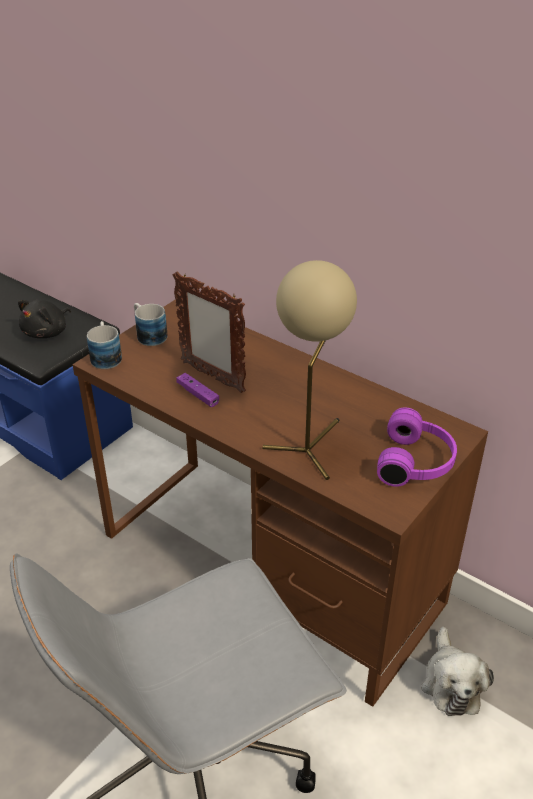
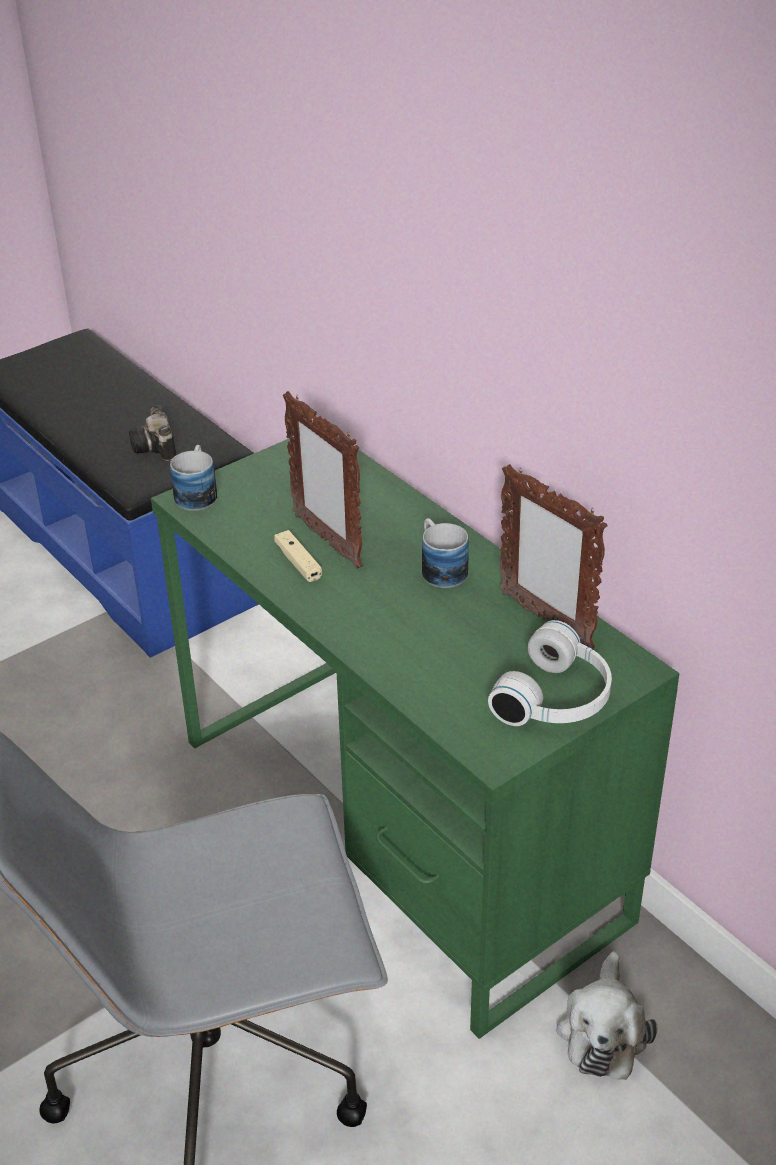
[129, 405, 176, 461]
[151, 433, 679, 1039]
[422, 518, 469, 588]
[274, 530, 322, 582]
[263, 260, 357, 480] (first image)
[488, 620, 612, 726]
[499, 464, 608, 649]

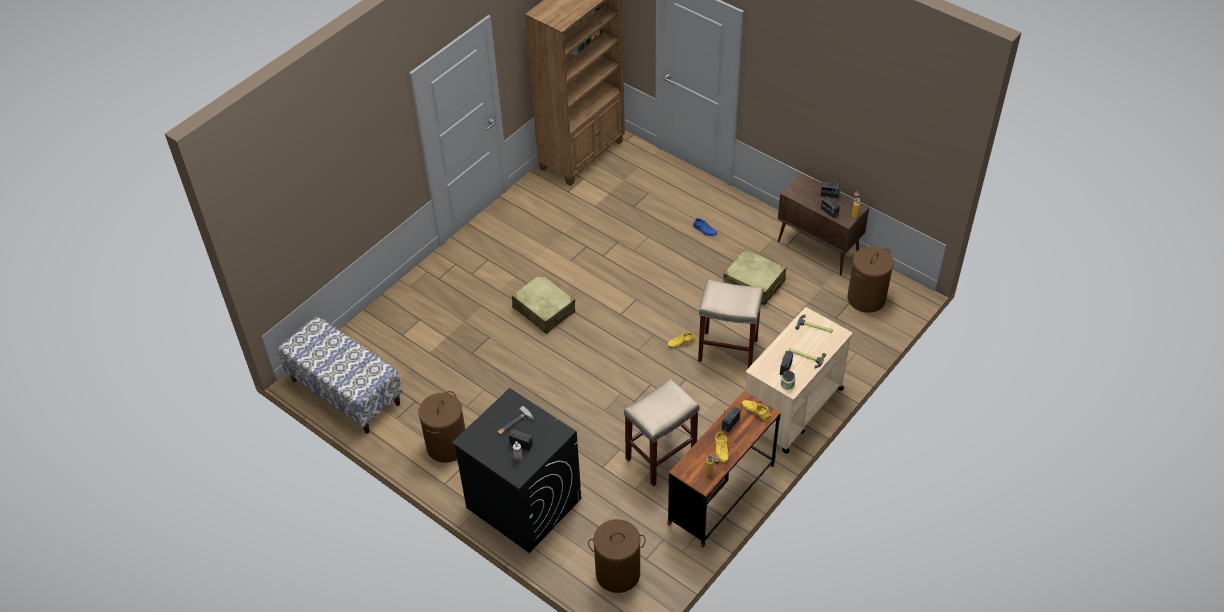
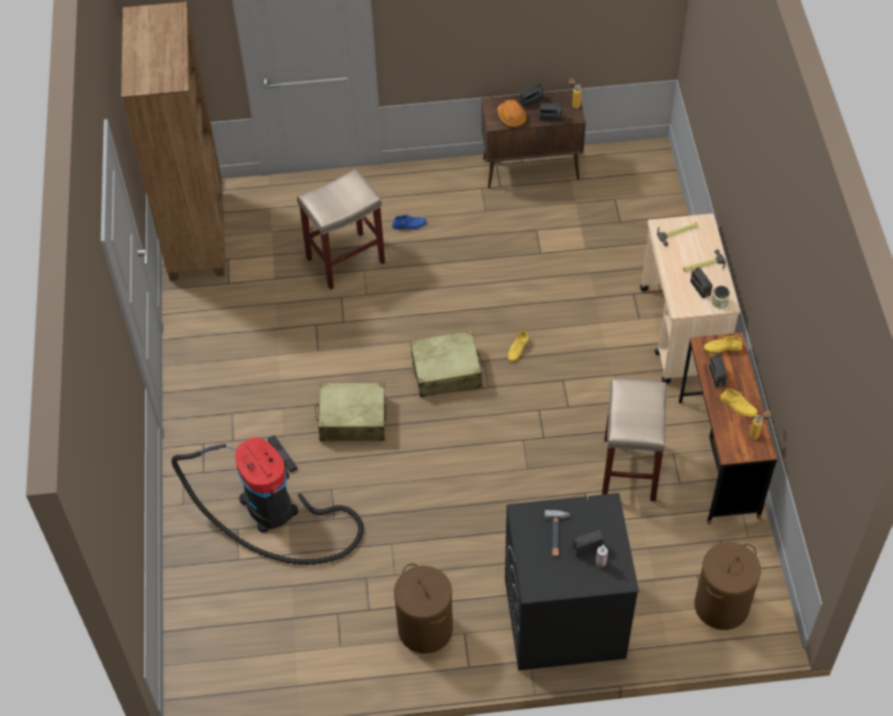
[278, 316, 402, 434] (first image)
[297, 169, 385, 290]
[410, 330, 484, 397]
[847, 246, 894, 313] (first image)
[171, 435, 364, 565]
[497, 100, 527, 127]

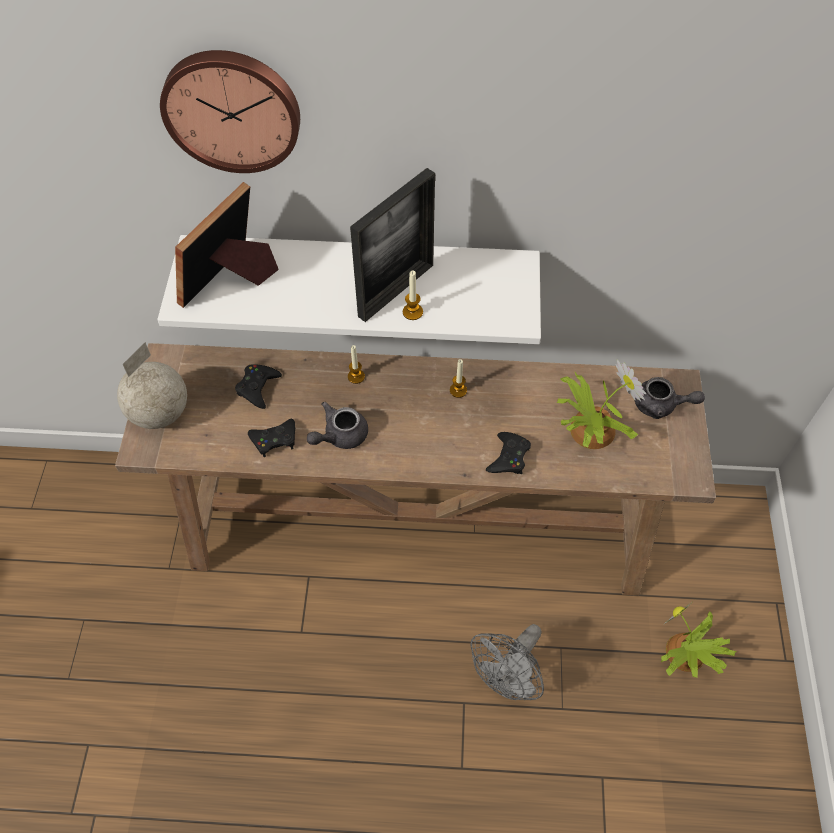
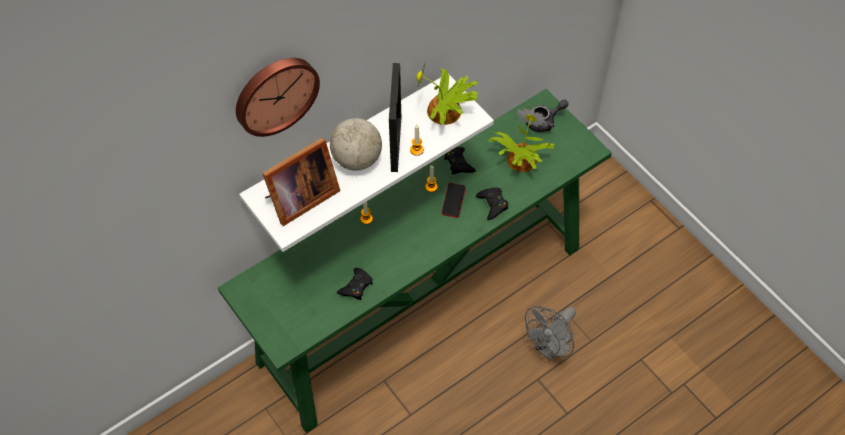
[218, 89, 612, 433]
[330, 106, 382, 171]
[262, 138, 340, 226]
[444, 147, 476, 174]
[307, 402, 368, 449] (first image)
[525, 306, 576, 361]
[416, 62, 478, 125]
[442, 183, 466, 218]

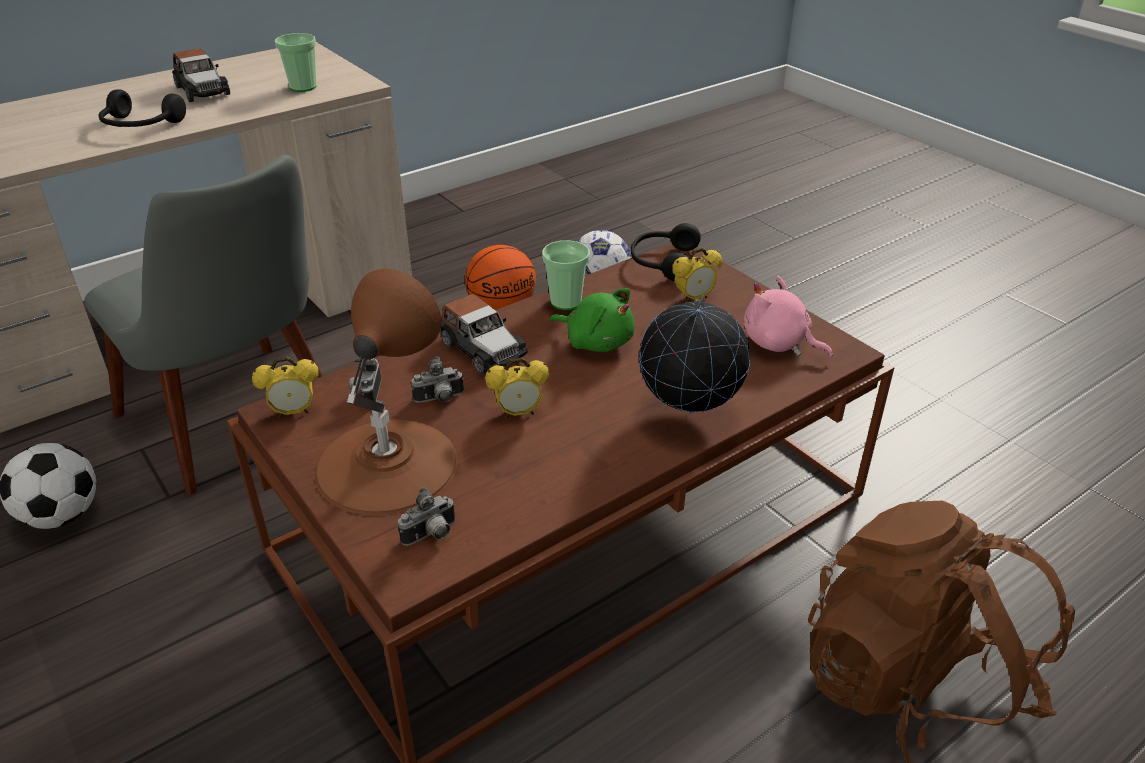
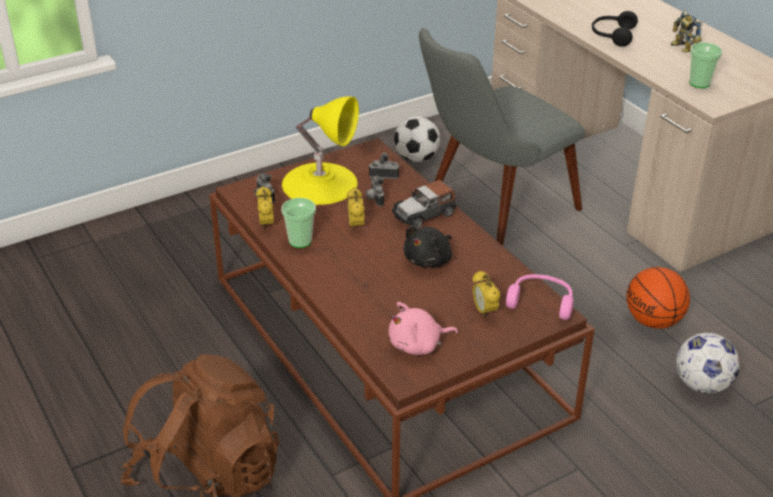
[670, 11, 702, 53]
[256, 186, 274, 229]
[282, 96, 359, 205]
[281, 198, 316, 248]
[403, 227, 452, 268]
[506, 274, 574, 320]
[639, 297, 750, 414] (first image)
[389, 302, 458, 355]

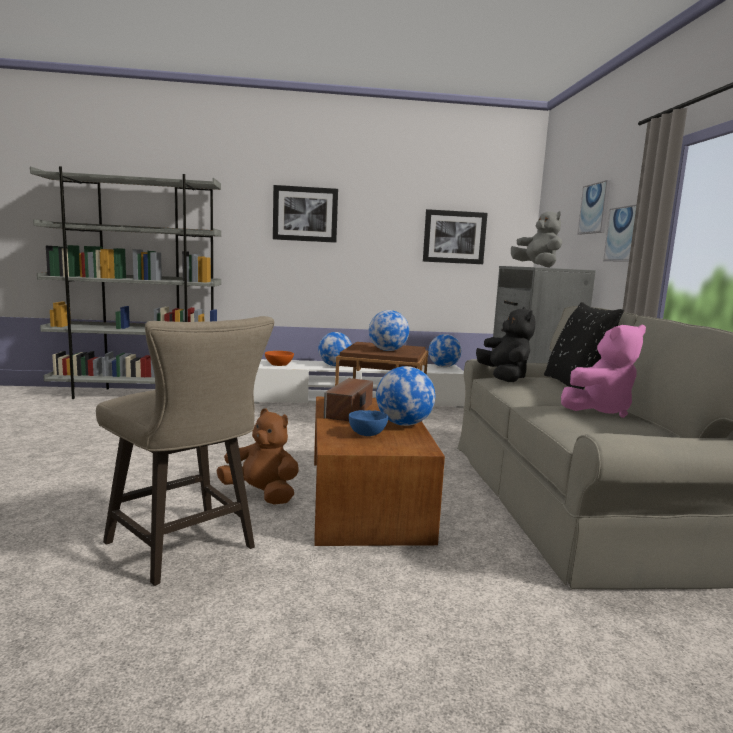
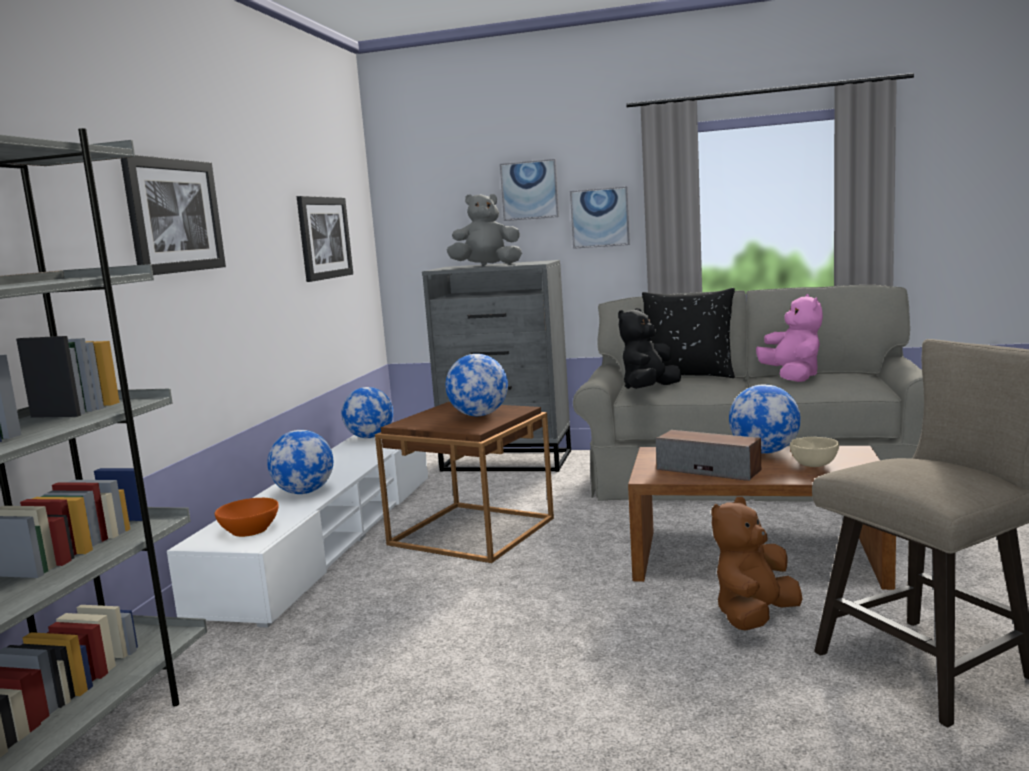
[790, 437, 839, 467]
[618, 309, 681, 389]

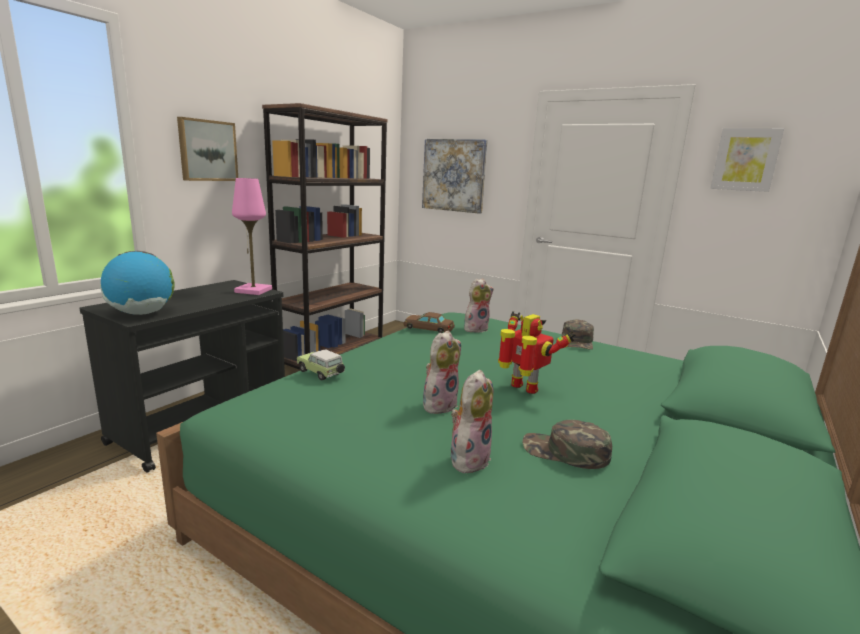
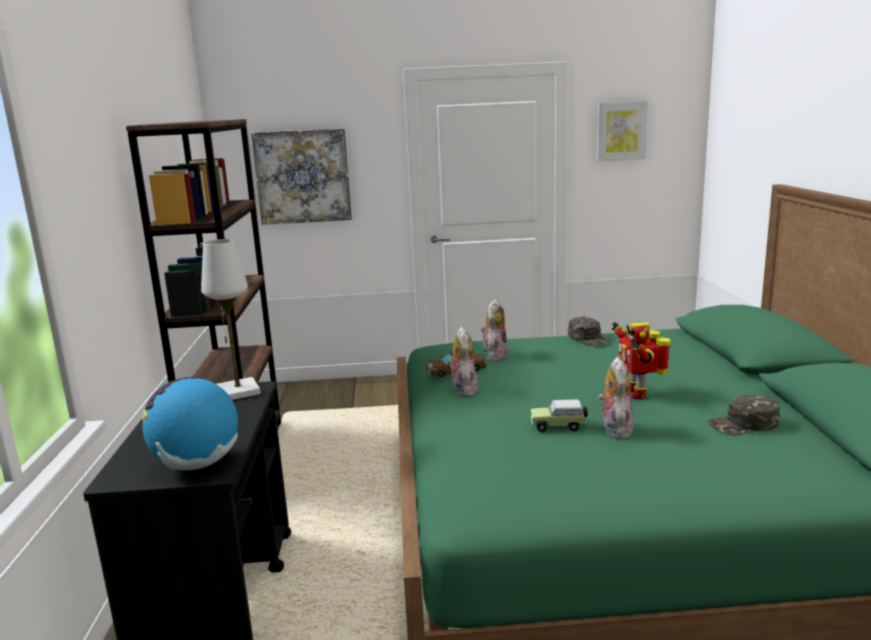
[177, 117, 238, 181] (first image)
[201, 239, 261, 400]
[531, 400, 588, 432]
[448, 327, 478, 396]
[611, 322, 670, 399]

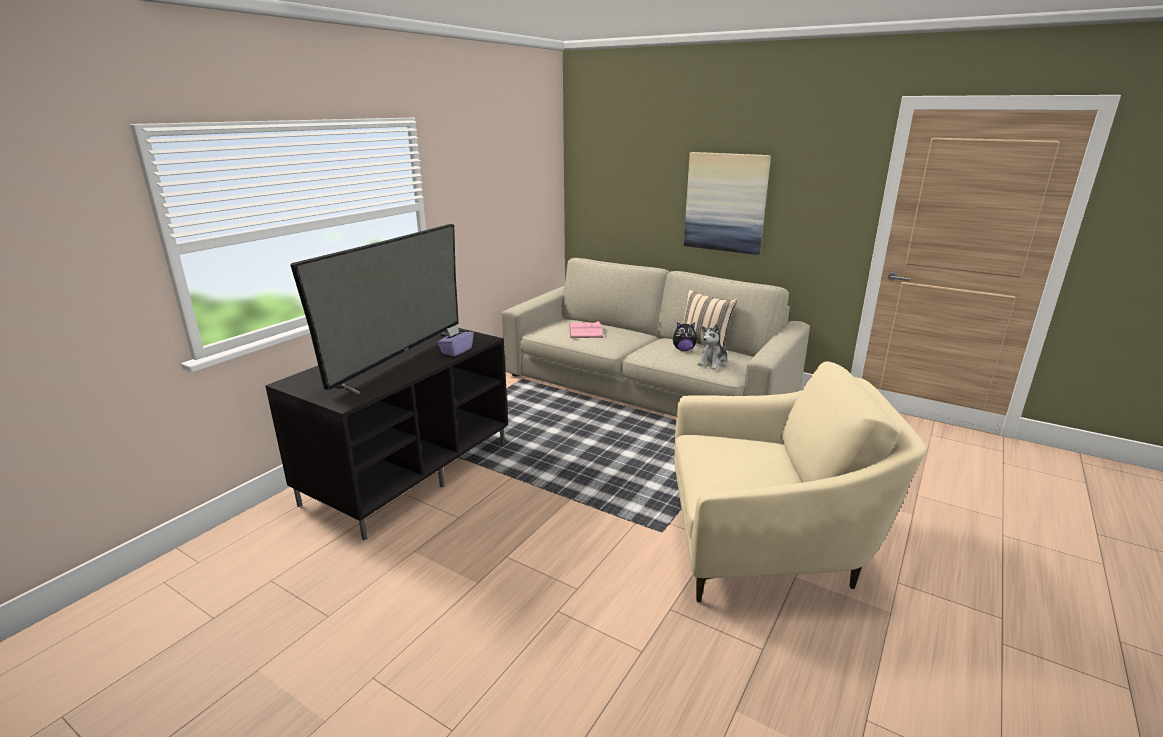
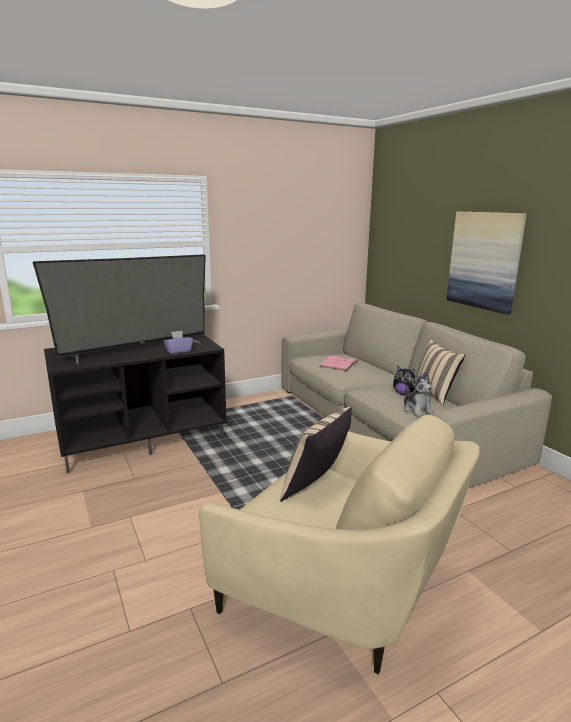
[403, 371, 434, 417]
[280, 407, 352, 502]

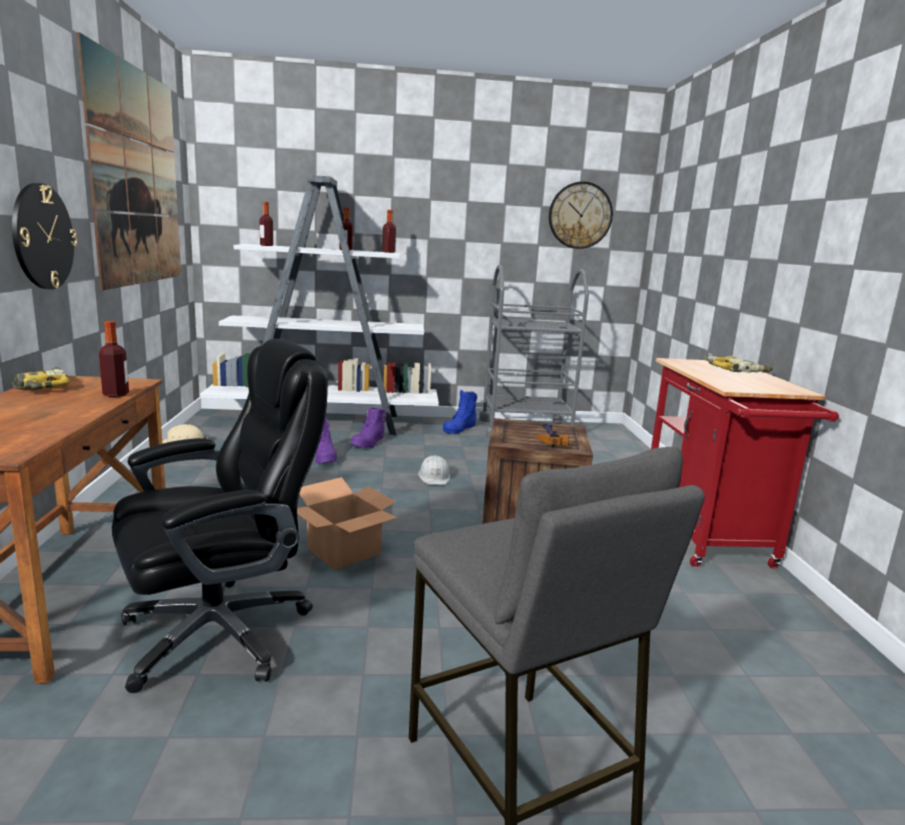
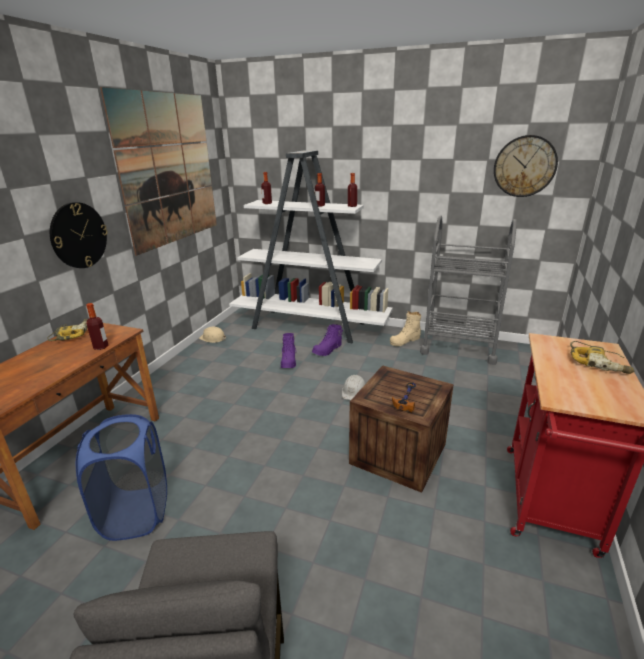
[76, 414, 167, 541]
[297, 477, 398, 570] (first image)
[390, 311, 421, 346]

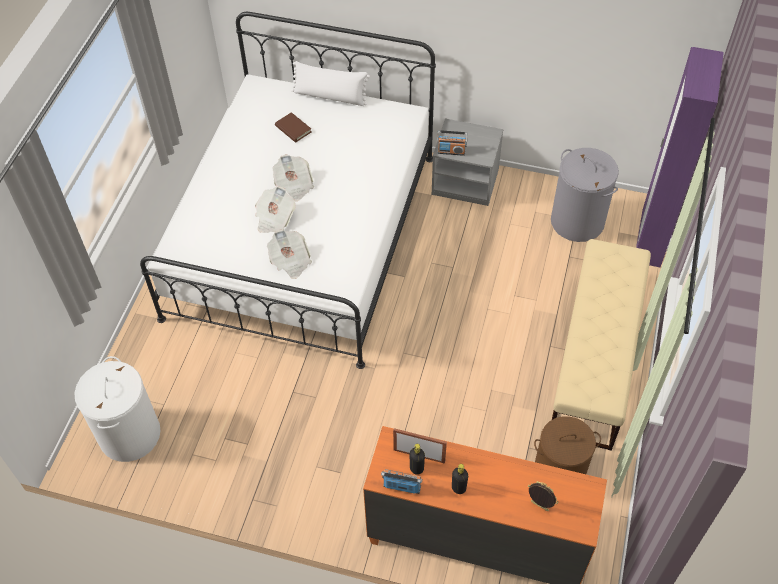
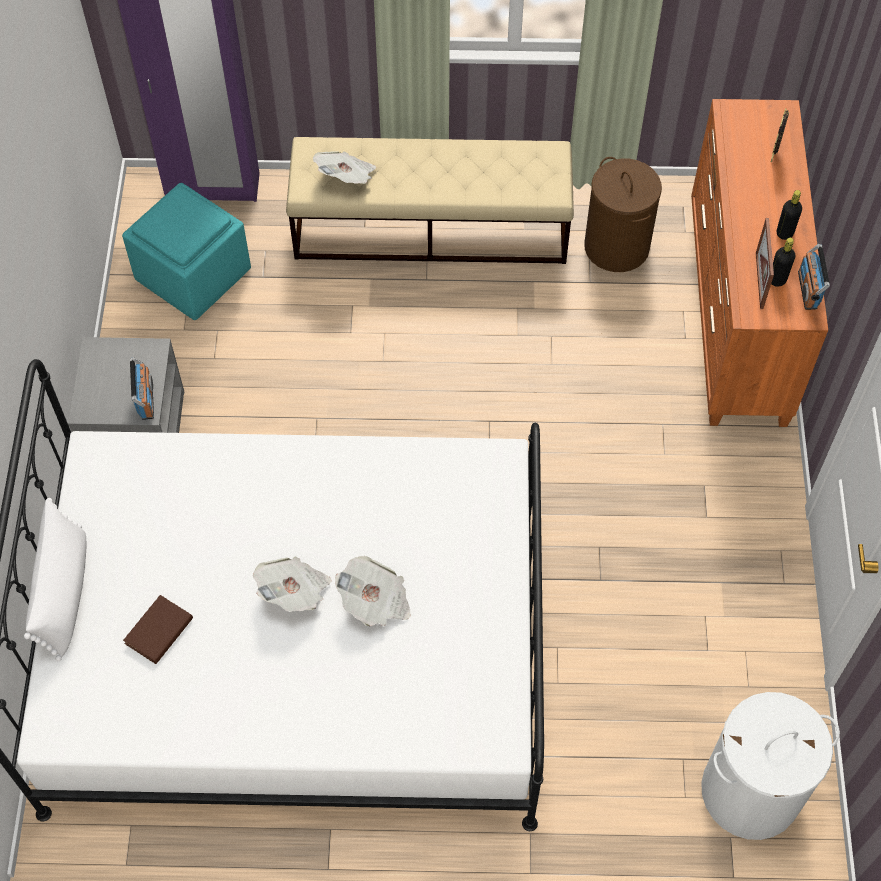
[313, 151, 376, 184]
[122, 183, 251, 320]

